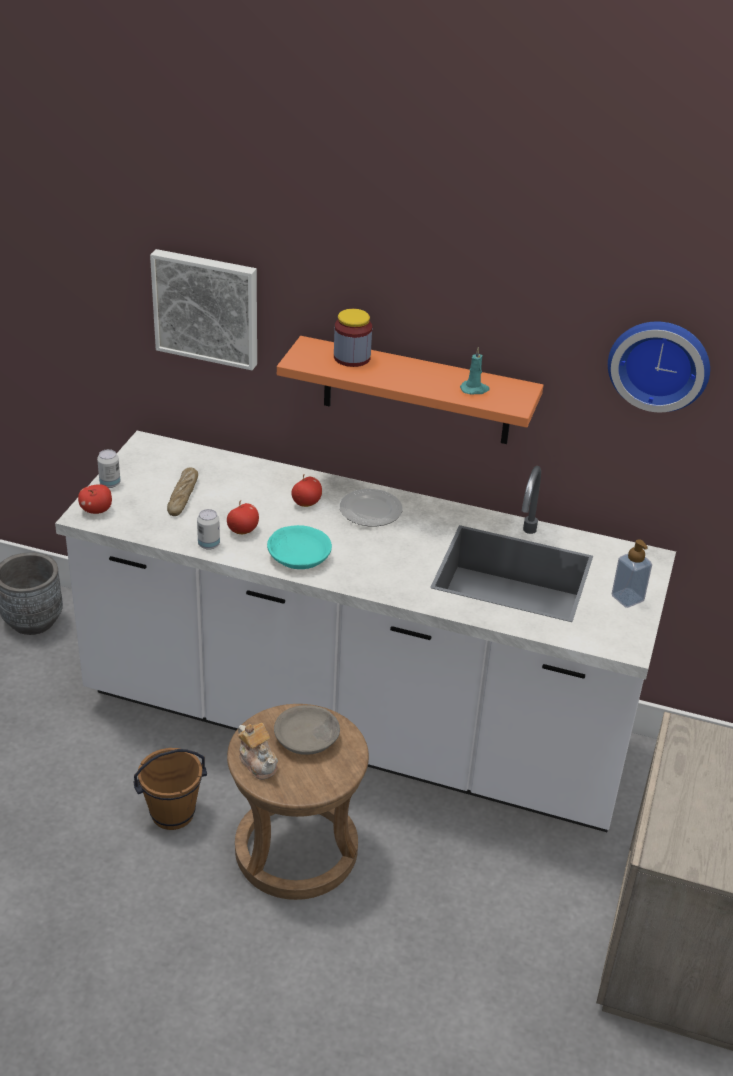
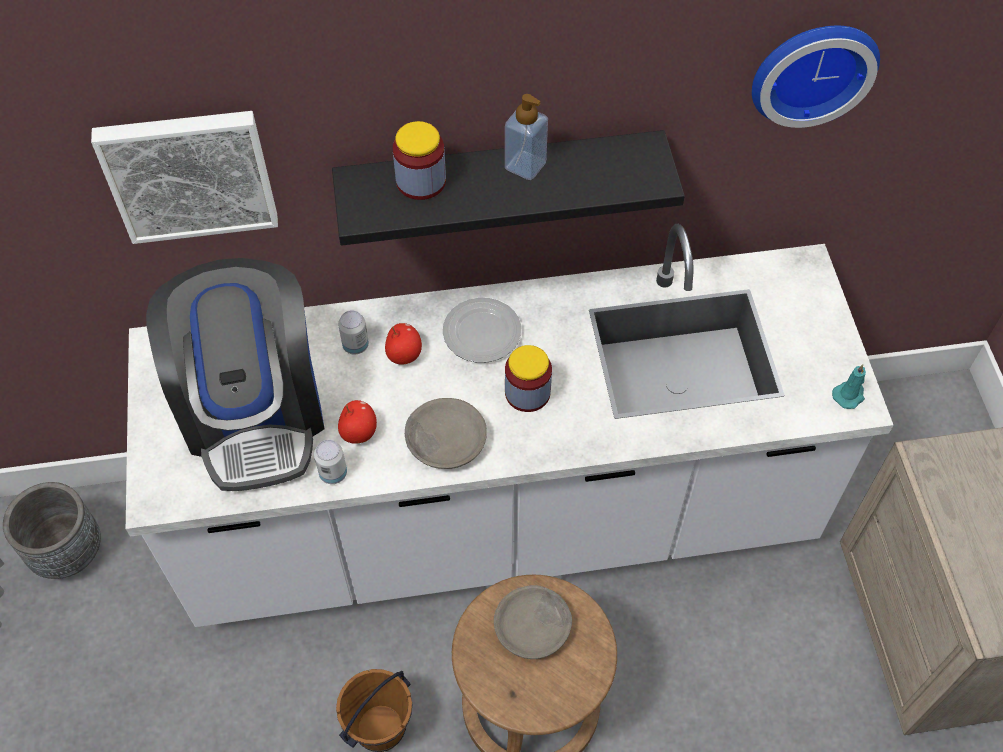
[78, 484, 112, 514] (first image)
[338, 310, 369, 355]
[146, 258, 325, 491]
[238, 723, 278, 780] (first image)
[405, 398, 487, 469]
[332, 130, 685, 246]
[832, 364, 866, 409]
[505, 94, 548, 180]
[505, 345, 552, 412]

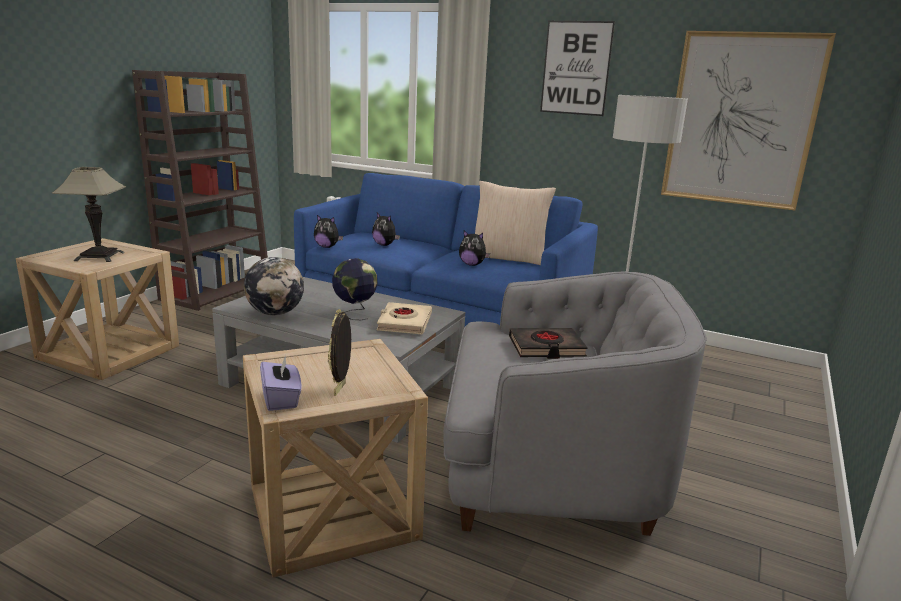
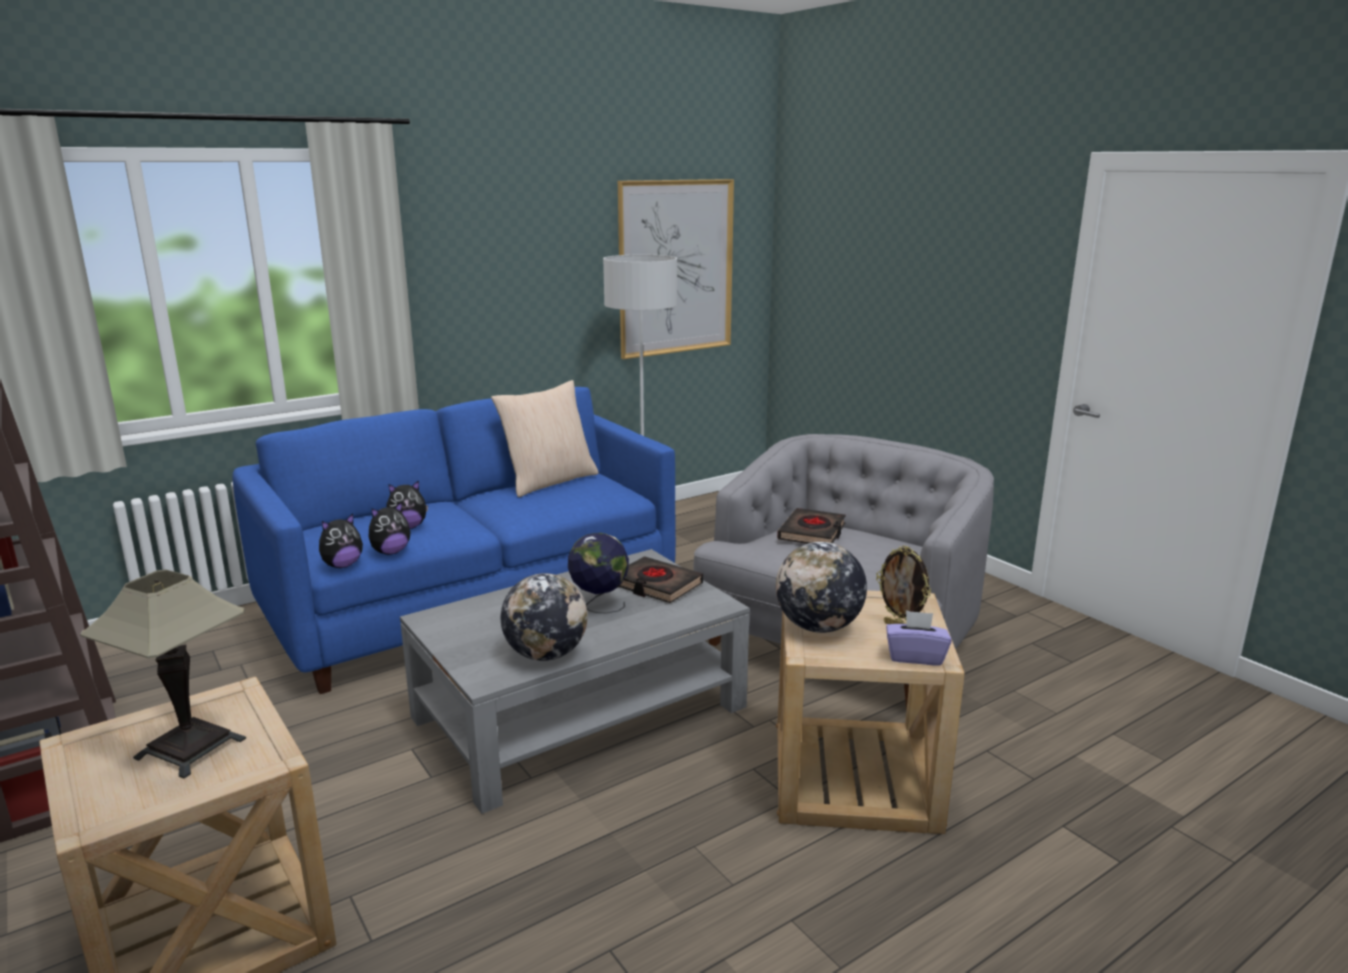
[619, 556, 703, 603]
[369, 502, 411, 555]
[540, 21, 615, 116] (first image)
[776, 542, 867, 633]

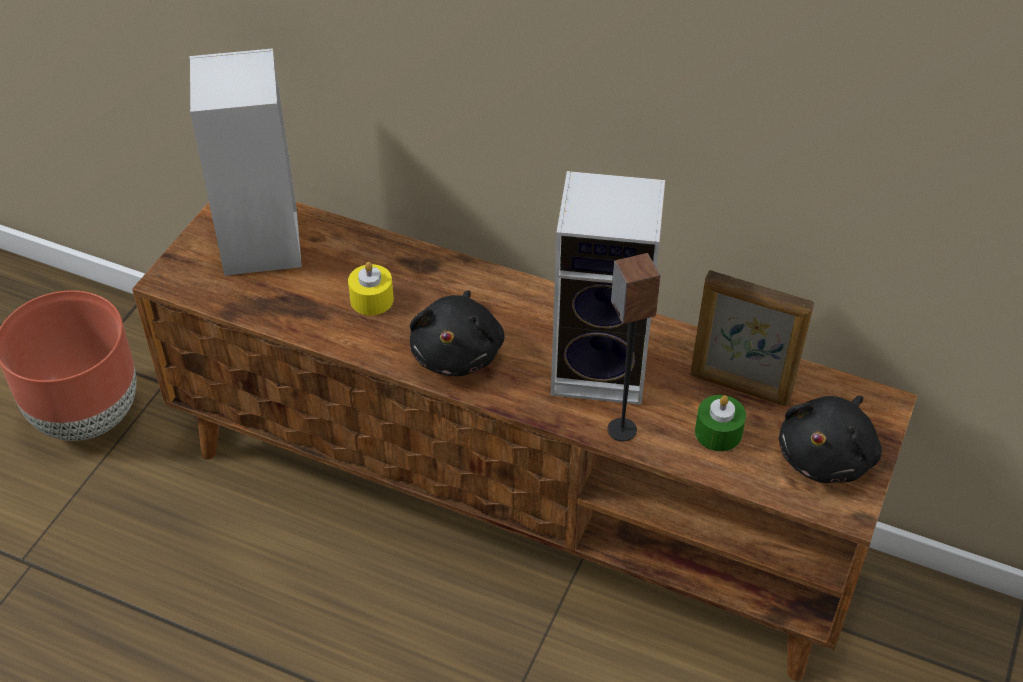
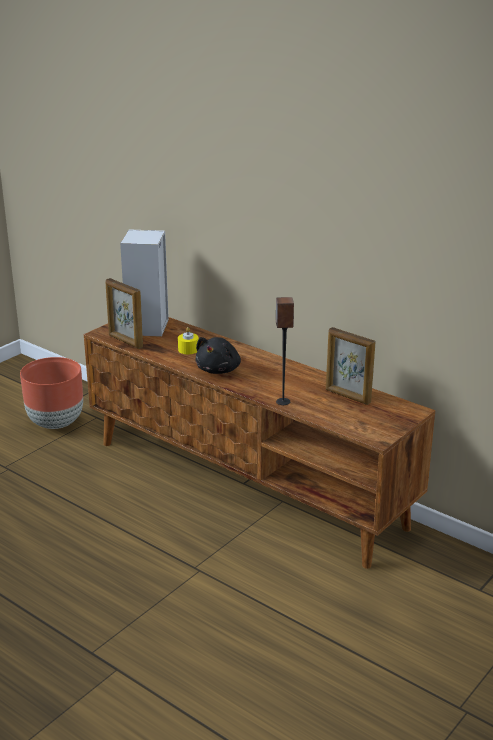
[551, 171, 665, 405] (first image)
[695, 395, 746, 451] (first image)
[778, 396, 882, 483] (first image)
[105, 278, 143, 349]

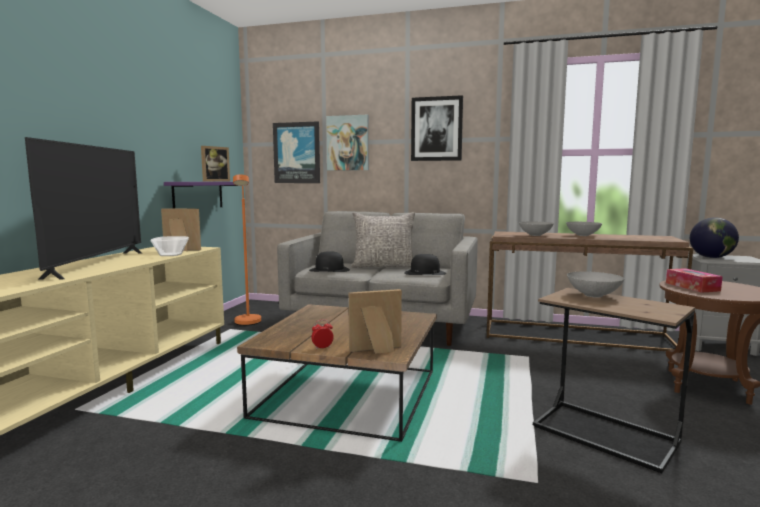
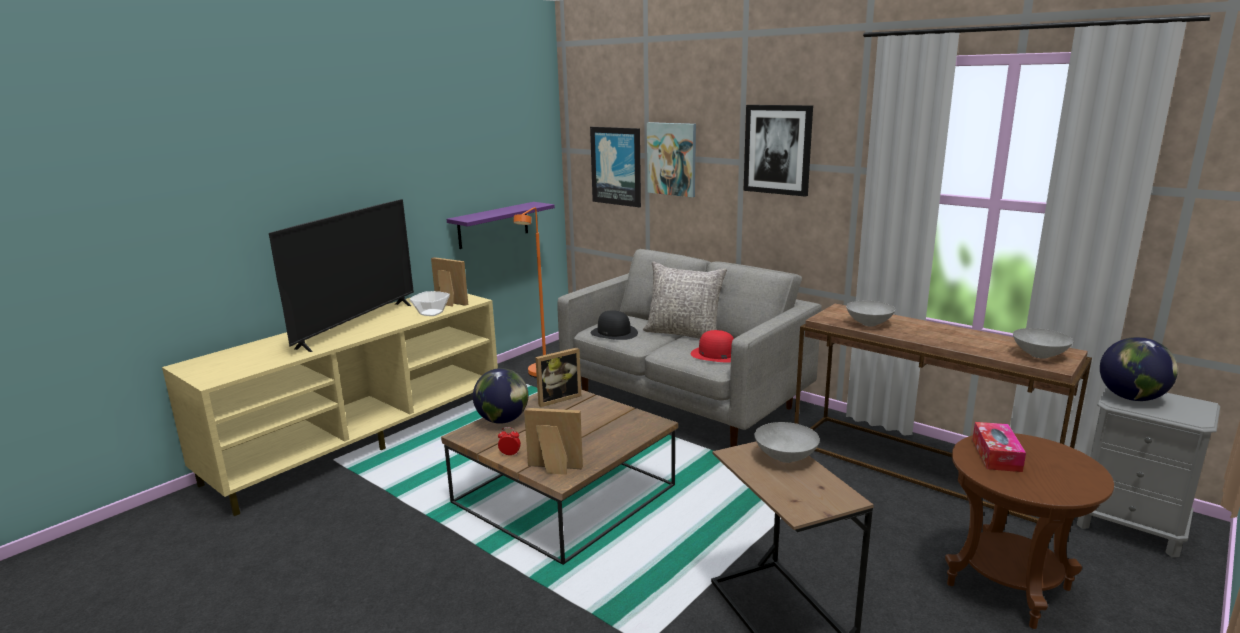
[535, 348, 581, 407]
[691, 330, 734, 363]
[1013, 328, 1073, 359]
[473, 368, 528, 424]

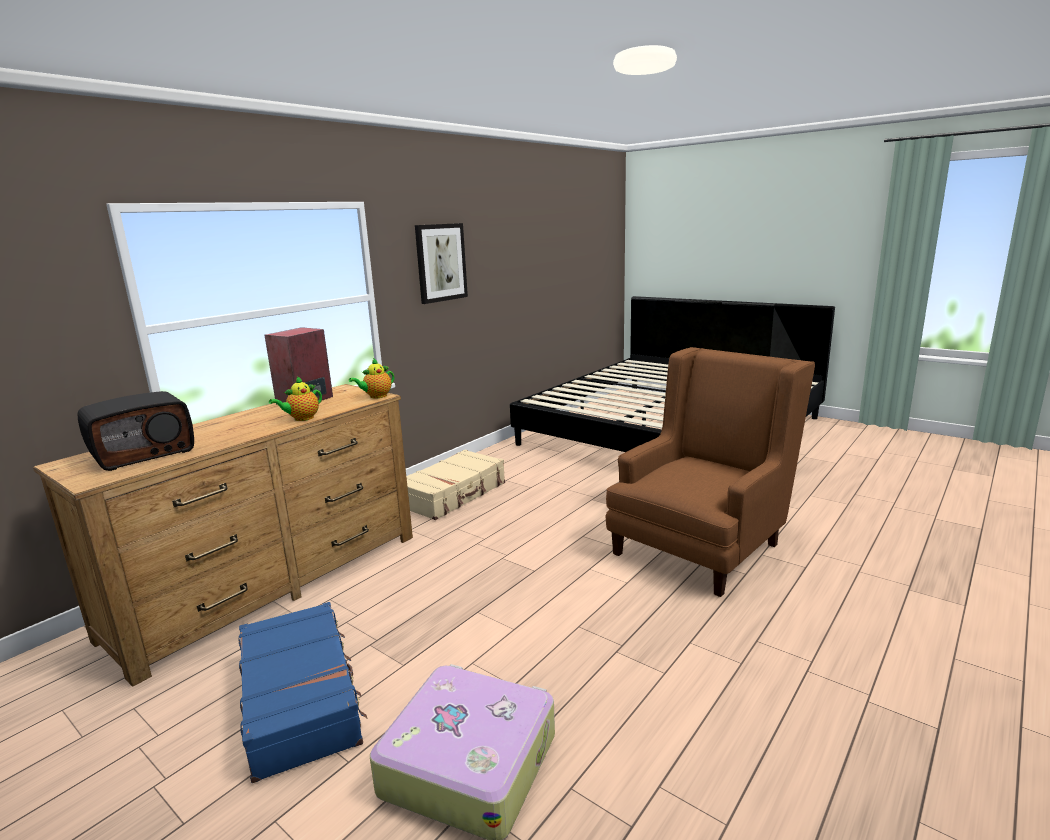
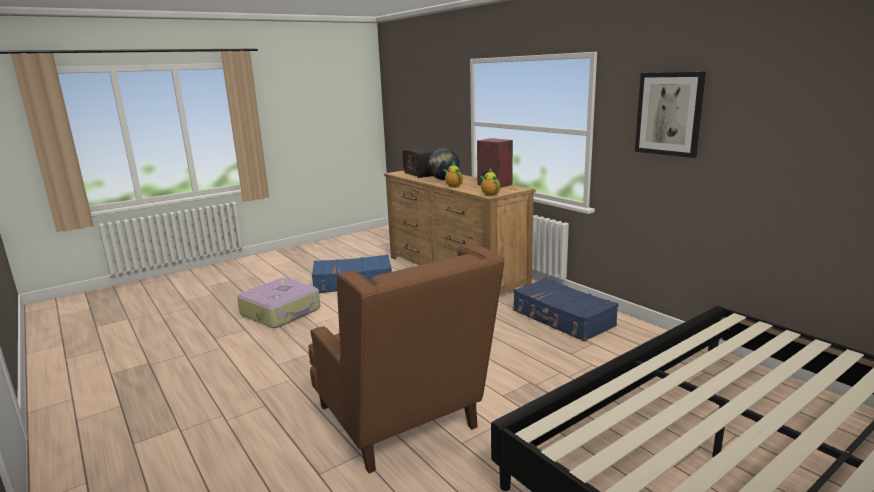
[513, 278, 618, 342]
[428, 148, 460, 180]

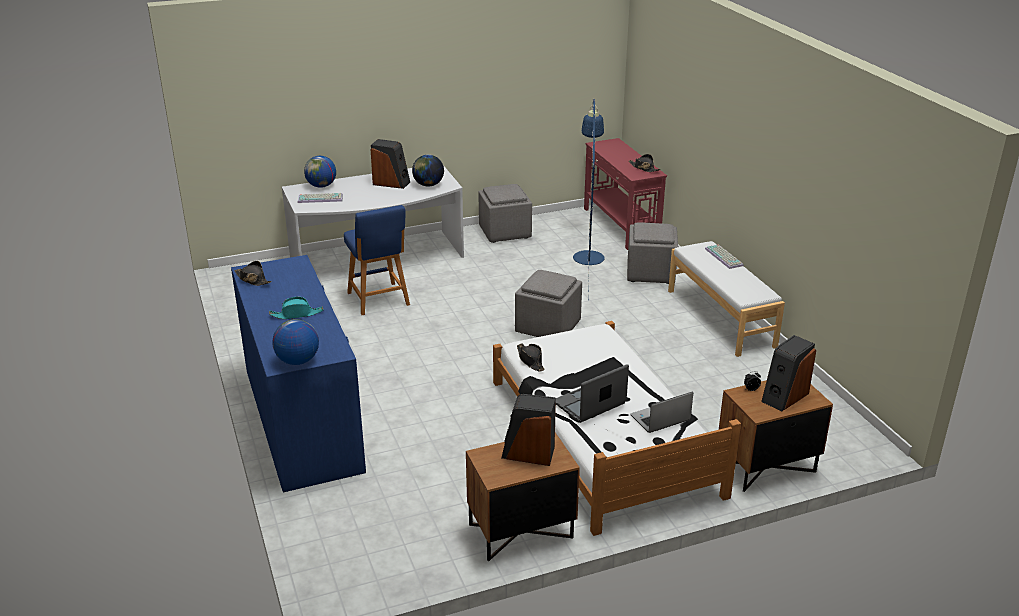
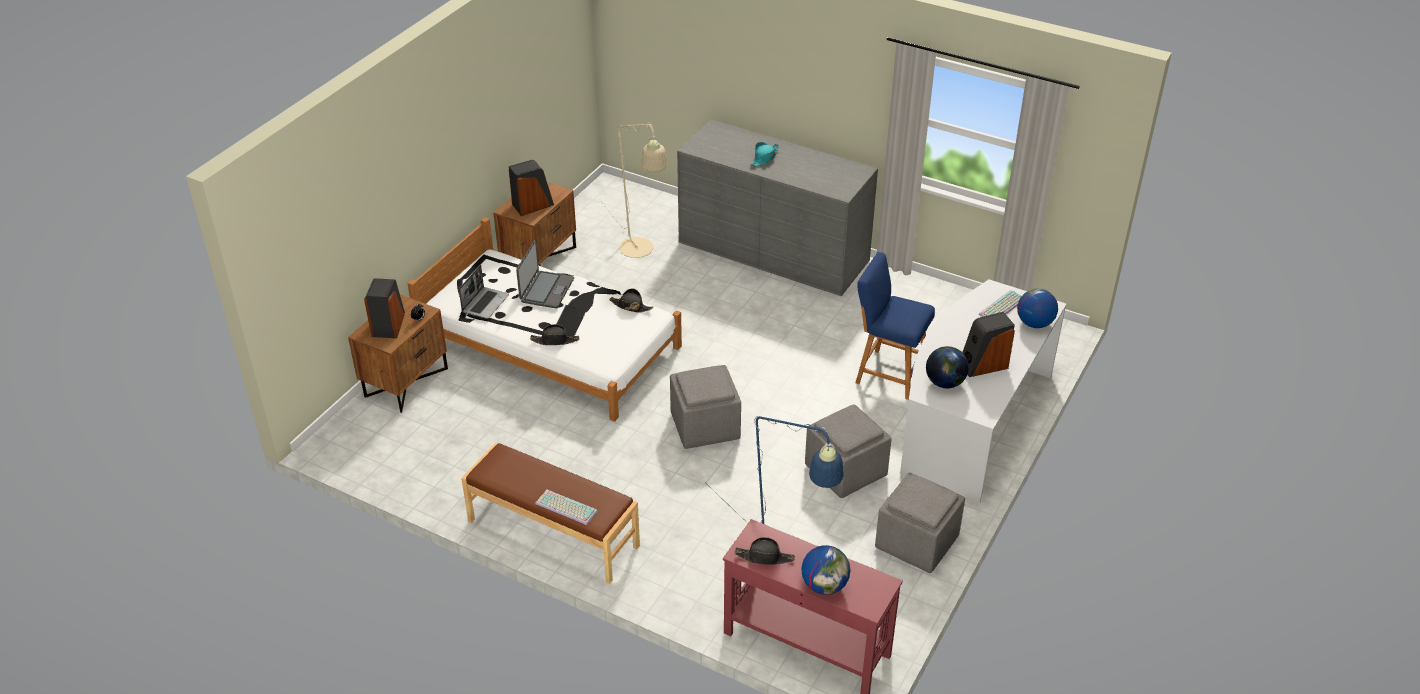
[677, 120, 878, 296]
[530, 324, 579, 345]
[801, 545, 850, 595]
[805, 404, 892, 498]
[461, 443, 640, 584]
[599, 122, 667, 258]

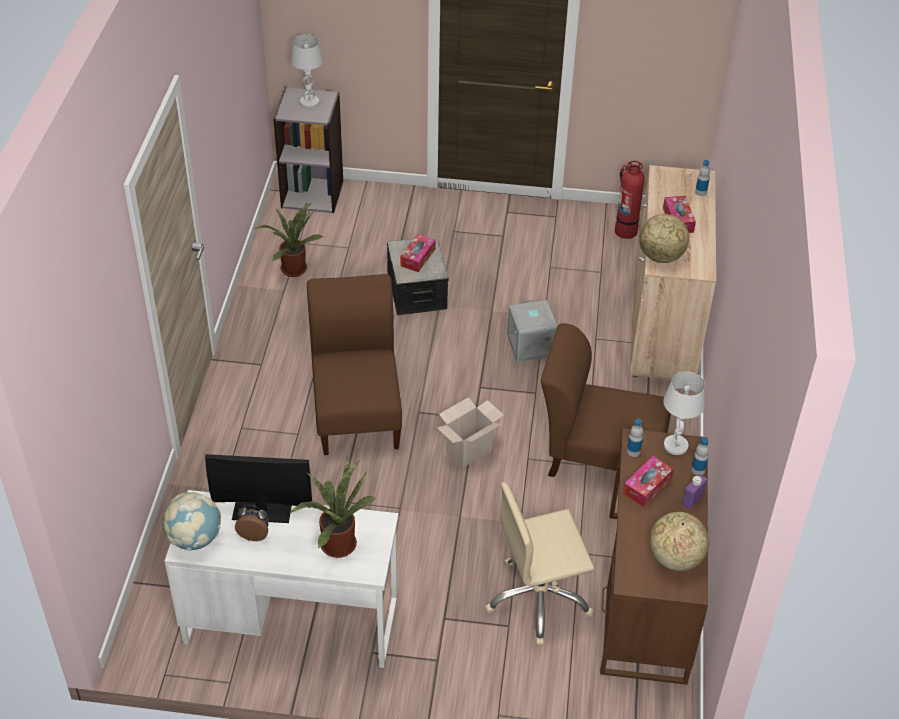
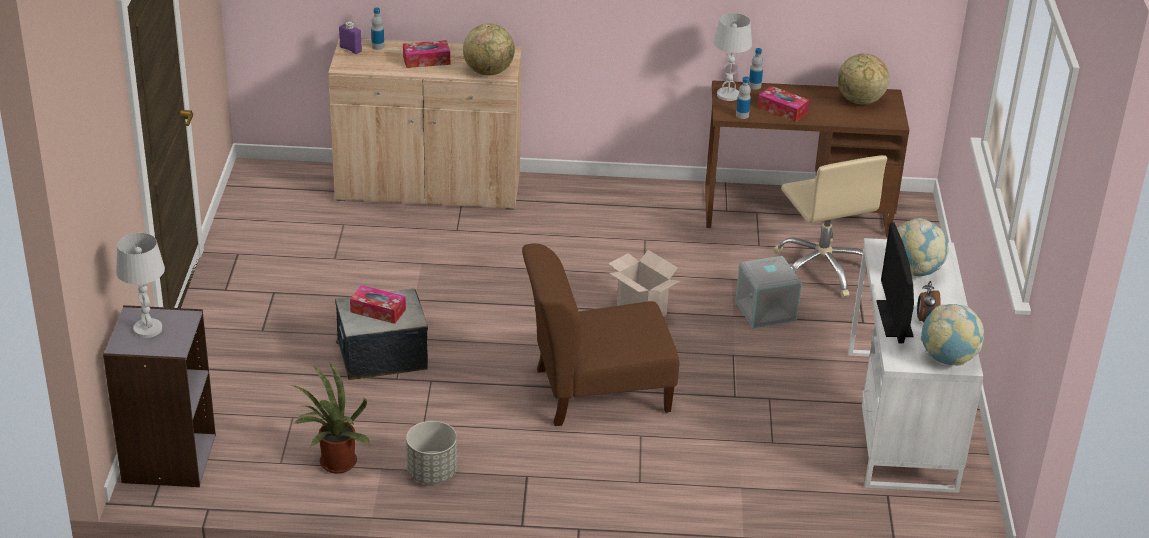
[897, 218, 949, 276]
[735, 256, 802, 328]
[541, 323, 671, 477] (first image)
[615, 161, 645, 239] (first image)
[339, 21, 362, 54]
[406, 421, 457, 484]

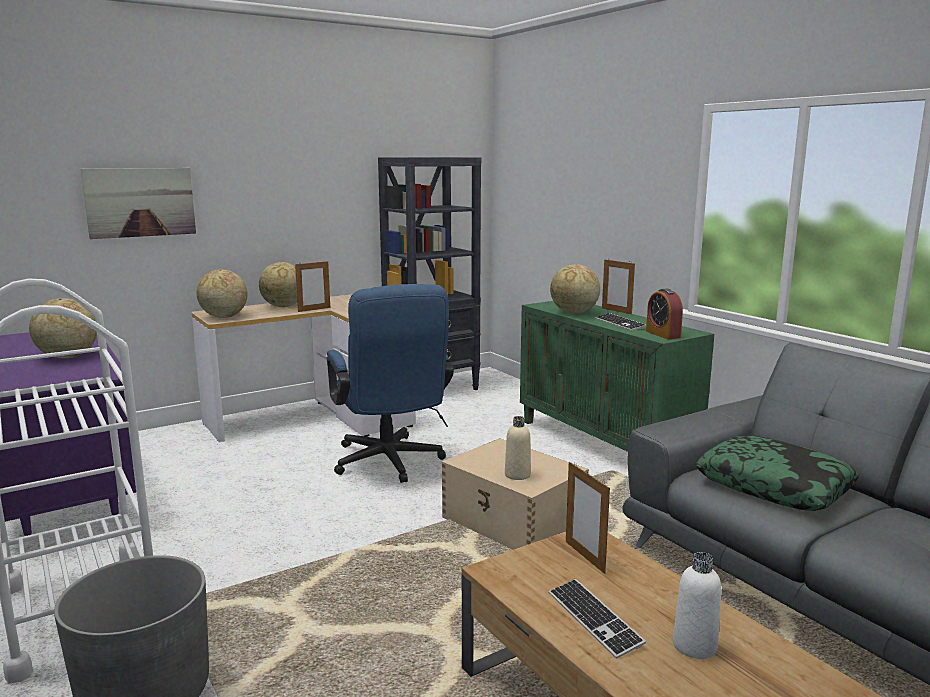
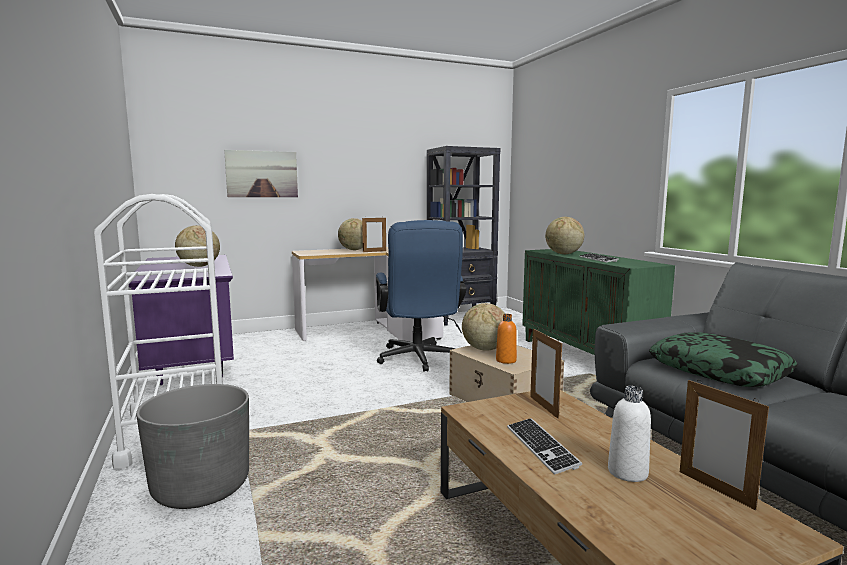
[462, 303, 505, 351]
[496, 314, 517, 364]
[680, 380, 769, 510]
[646, 289, 683, 339] (first image)

